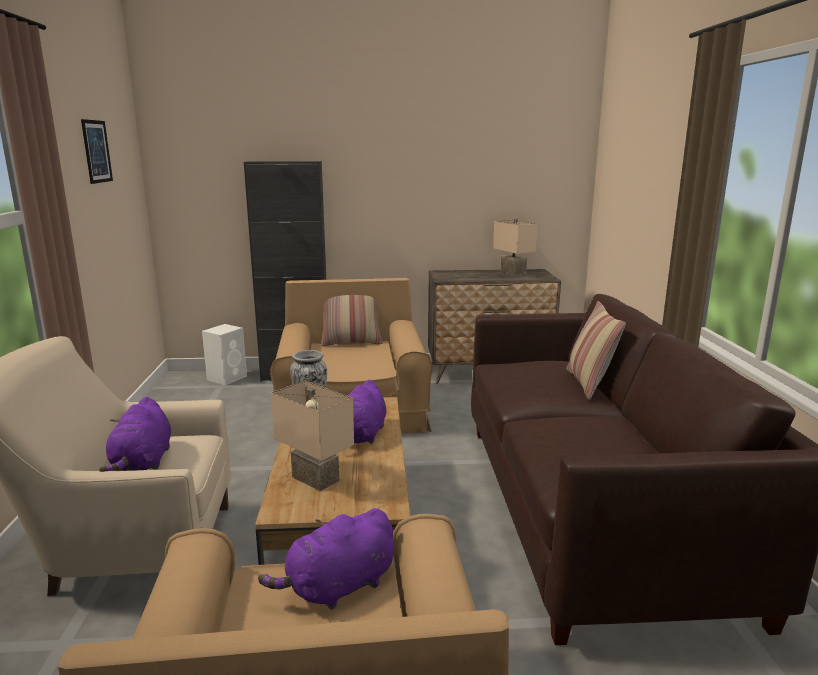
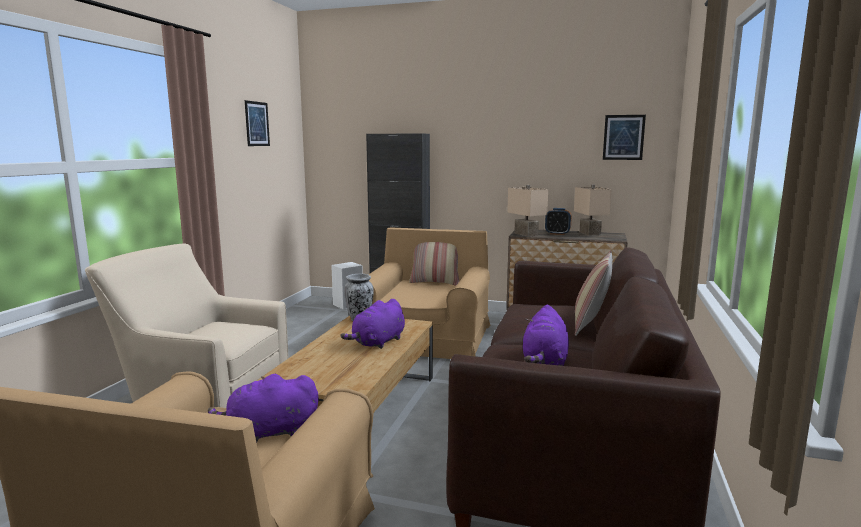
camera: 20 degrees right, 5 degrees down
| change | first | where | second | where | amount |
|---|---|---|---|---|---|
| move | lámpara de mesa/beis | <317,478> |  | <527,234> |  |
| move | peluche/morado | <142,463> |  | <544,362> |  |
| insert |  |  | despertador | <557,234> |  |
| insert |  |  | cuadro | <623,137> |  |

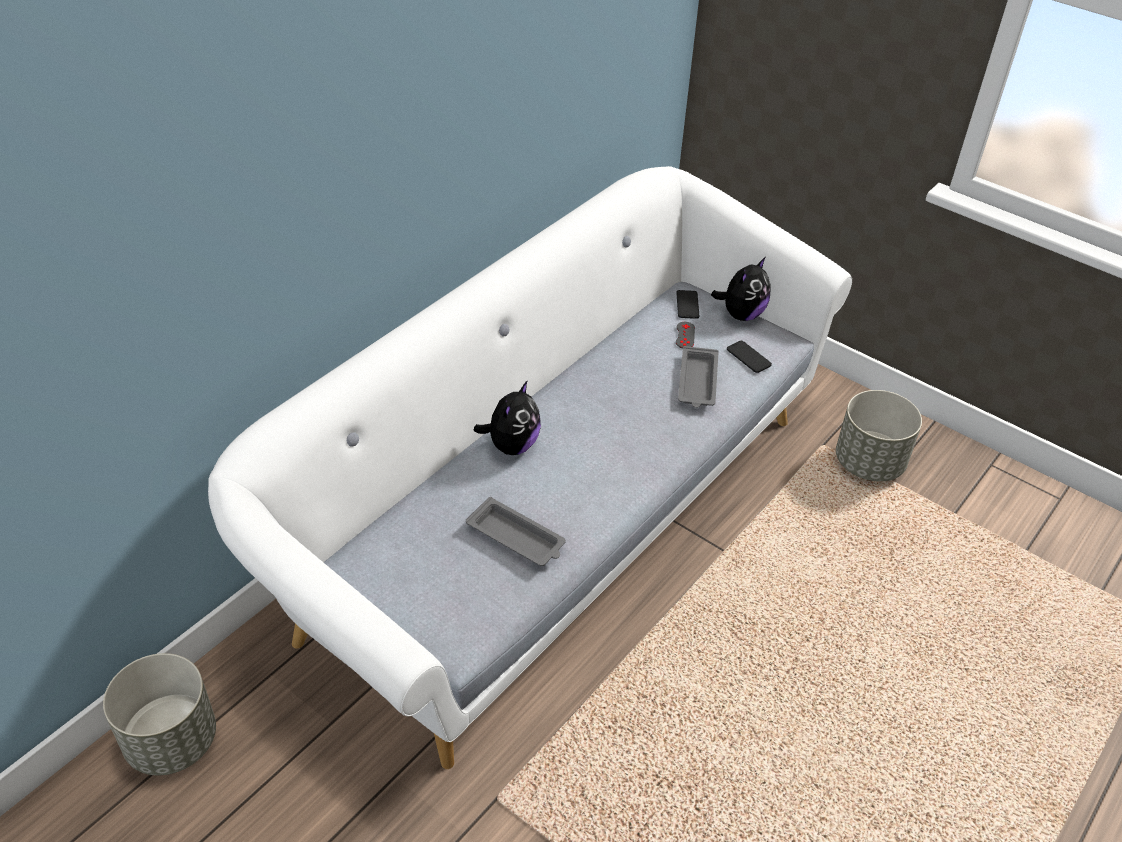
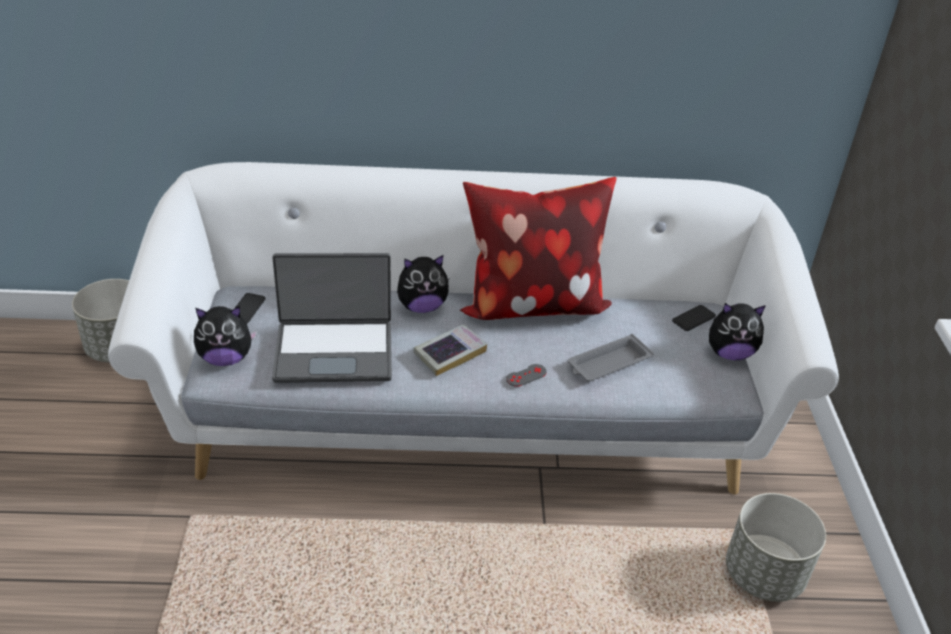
camera: 50 degrees right, 5 degrees down
| change | first | where | second | where | amount |
|---|---|---|---|---|---|
| insert |  |  | peluche | <226,358> |  |
| move | móvil | <748,357> |  | <246,309> |  |
| replace | bandeja/gris | <517,538> | portátil | <334,351> |  |
| insert |  |  | libro | <450,353> |  |
| insert |  |  | cojín | <531,304> |  |
| move | mando de consola/gris | <685,335> |  | <526,375> |  |

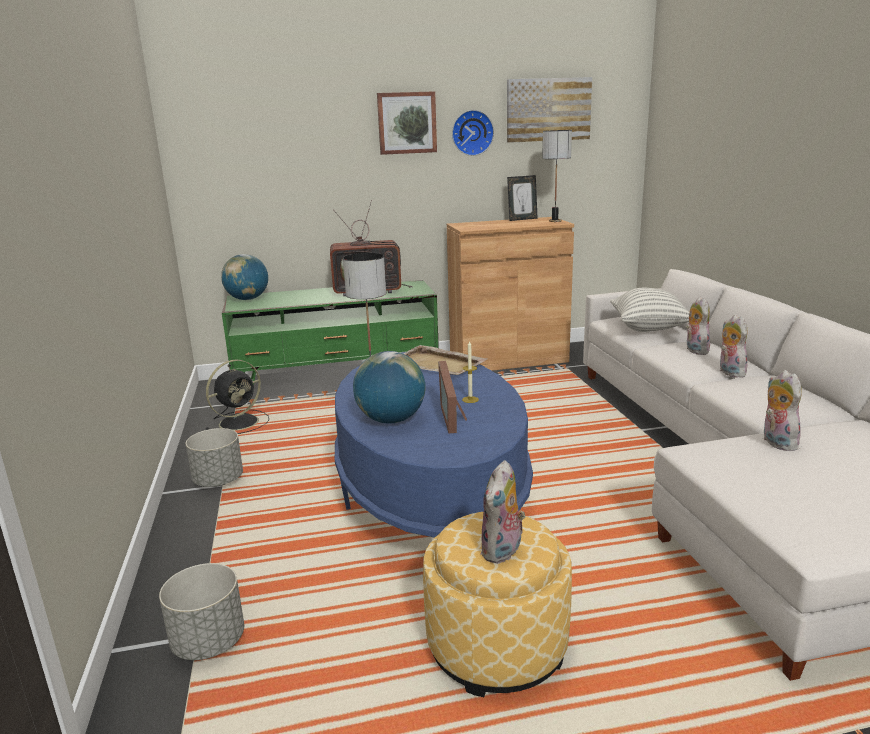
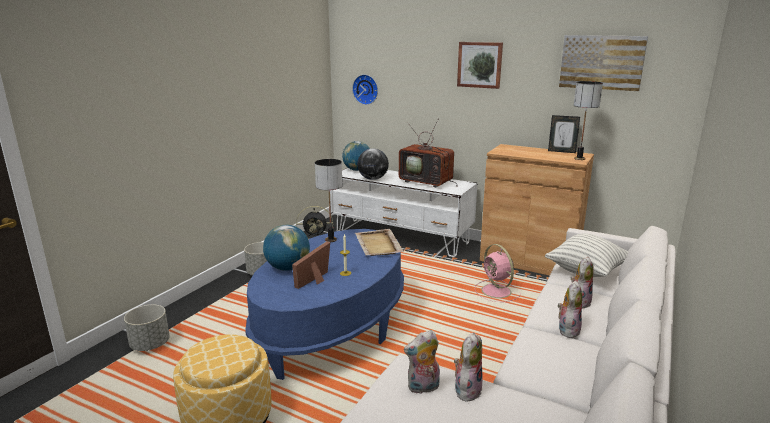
camera: 40 degrees right, 0 degrees up
| change | first | where | second | where | amount |
|---|---|---|---|---|---|
| recolor | mueble de televisión/verde | <338,379> | mueble de televisión/blanco | <401,237> |  |
| move | reloj de pared | <472,133> |  | <366,89> |  |
| insert |  |  | globo terráqueo | <373,179> |  |
| move | peluche | <503,552> |  | <423,388> |  |
| insert |  |  | ventilador/rosa | <497,291> |  |

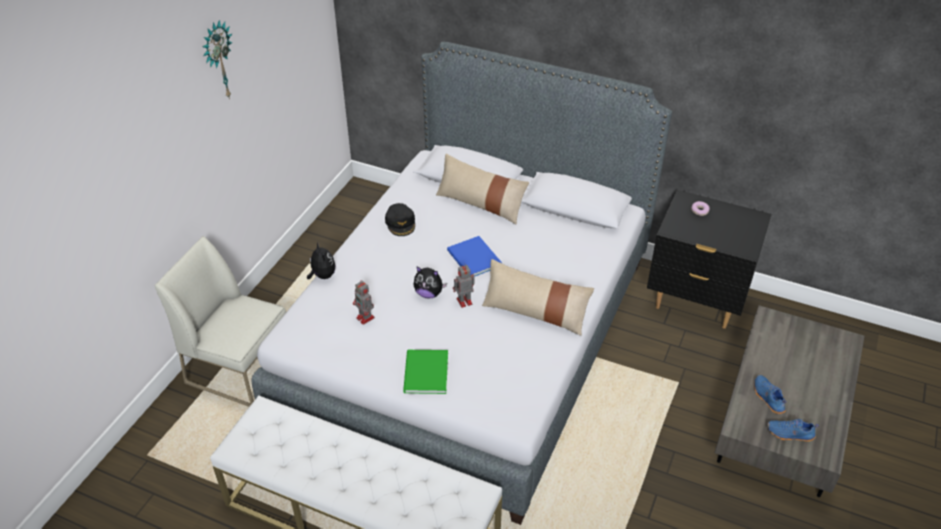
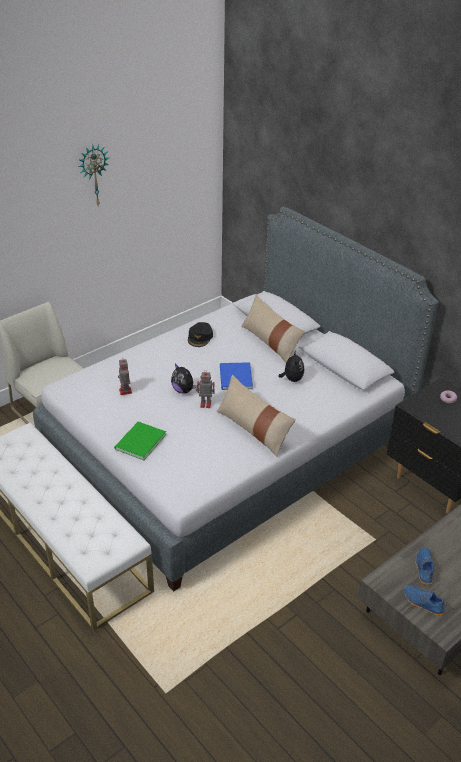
camera: 25 degrees right, 5 degrees down
| change | first | where | second | where | amount |
|---|---|---|---|---|---|
| move | peluche | <322,275> |  | <292,379> |  |

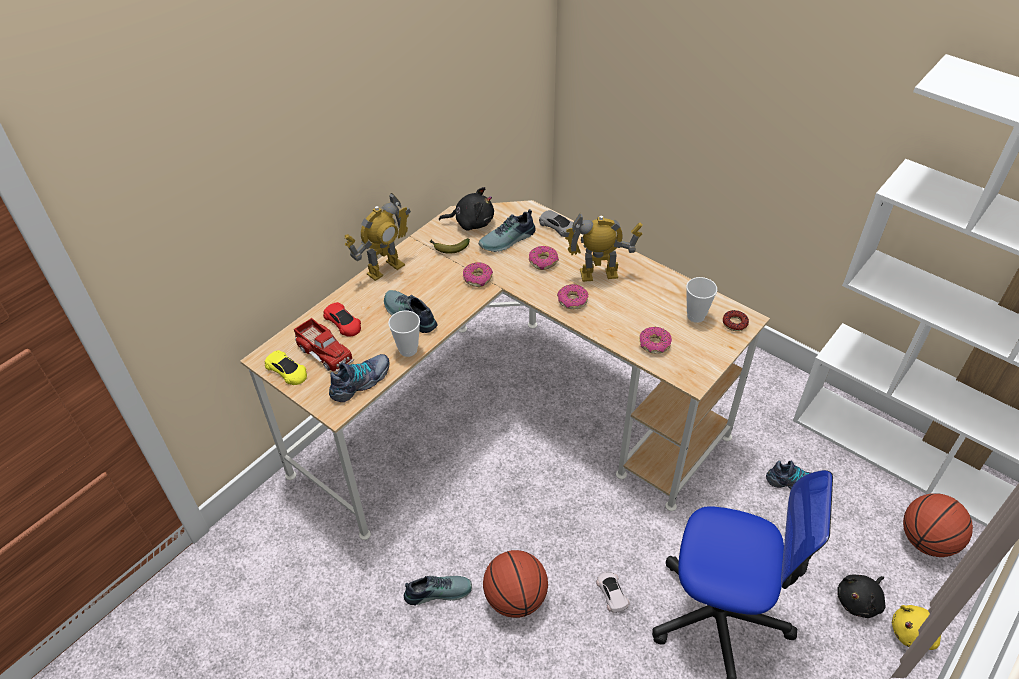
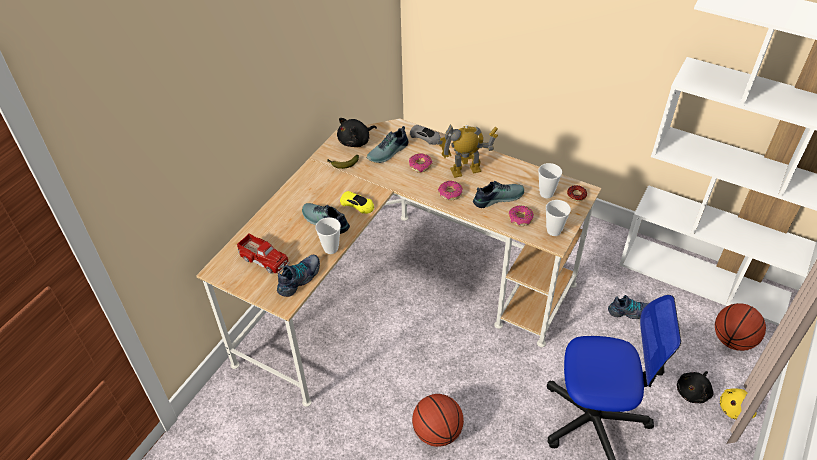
camera: 10 degrees left, 0 degrees up
| change | first | where | second | where | amount |
|---|---|---|---|---|---|
| rotate | peluche/negro | <471,222> |  | <356,141> | 150 degrees clockwise |
| move | coche de juguete/amarillo | <287,371> |  | <357,204> |  |
| move | zapato | <438,591> |  | <497,197> |  |
| insert |  |  | taza | <554,231> |  |
| delete | coche de juguete/rojo | <343,322> |  |  |  |
| delete | robot de juguete | <385,269> |  |  |  |
| delete | rosquilla | <478,278> |  |  |  |
| delete | coche de juguete/blanco | <611,593> |  |  |  |

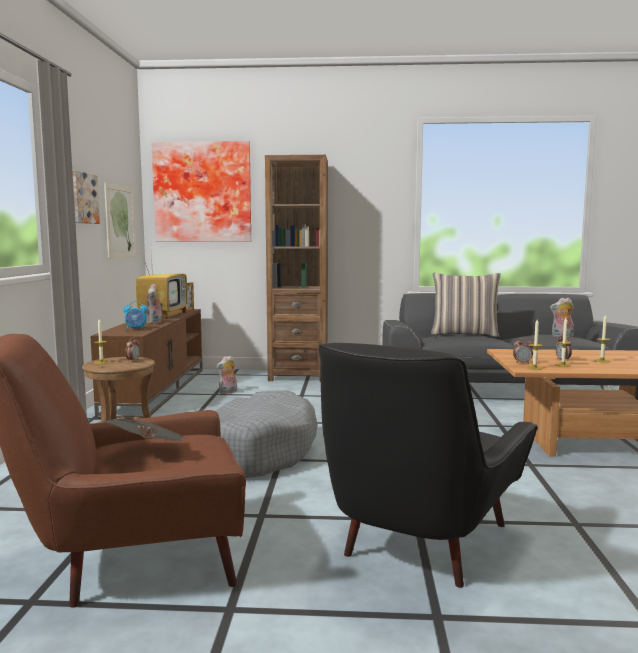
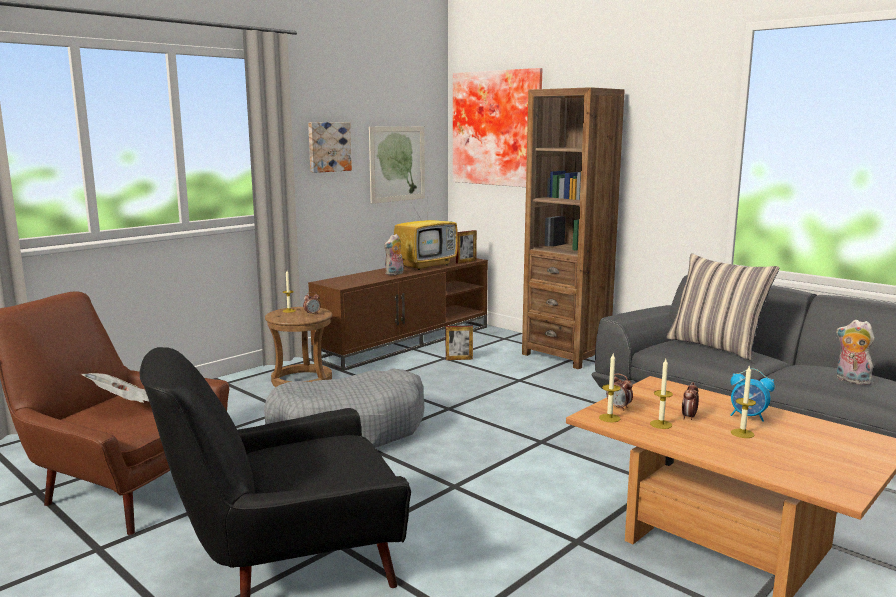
camera: 40 degrees right, 5 degrees up
| change | first | where | second | where | amount |
|---|---|---|---|---|---|
| replace | peluche | <228,392> | portarretratos | <459,359> |  |
| move | despertador | <136,329> |  | <748,416> |  |

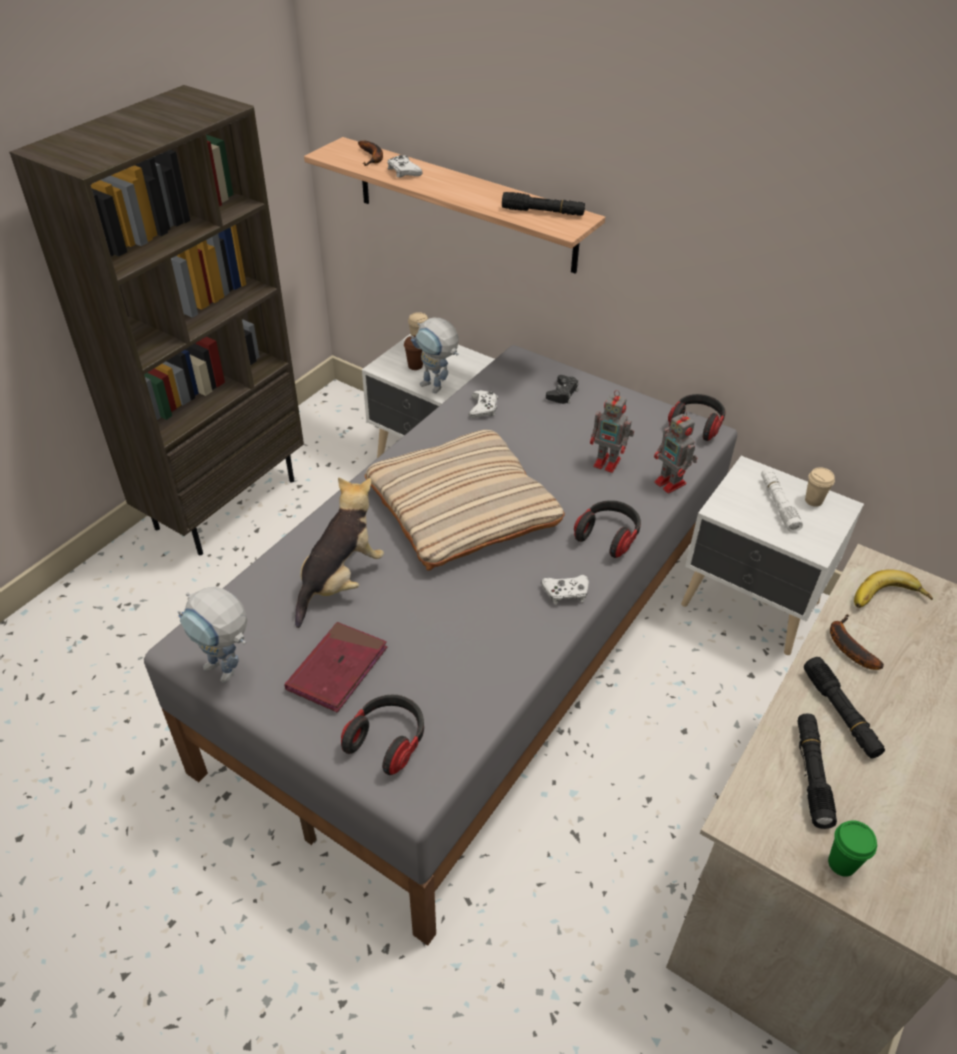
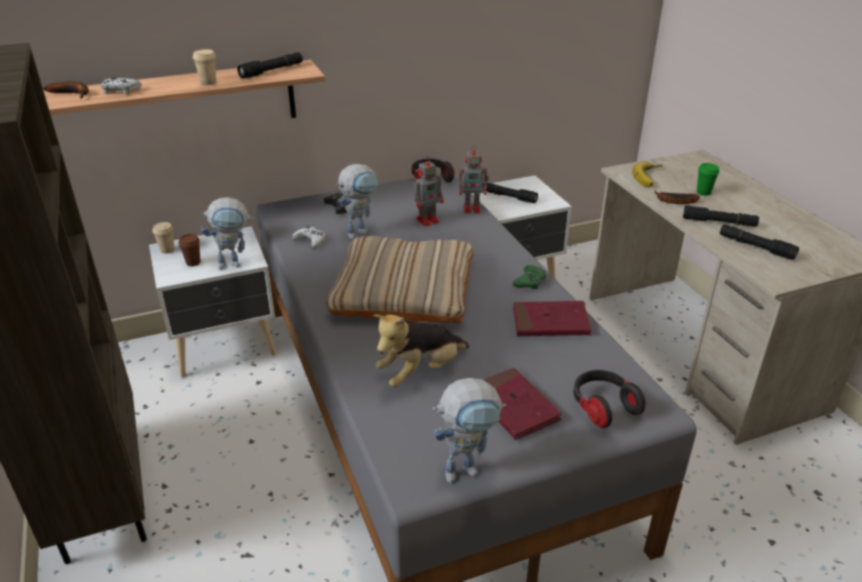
camera: 55 degrees left, 10 degrees down
| change | first | where | second | where | amount |
|---|---|---|---|---|---|
| move | taza/beis | <813,501> |  | <208,83> |  |
| insert |  |  | robot de juguete | <361,231> |  |
| rotate | peluche | <340,580> |  | <421,372> | 105 degrees counterclockwise |
| recolor | linterna/blanco | <778,504> | linterna/negro | <508,197> |  |
| recolor | mando de consola/blanco | <566,593> | mando de consola/verde | <530,281> |  |
| insert |  |  | libro/rojo | <550,322> |  |
| move | taza/verde | <841,863> |  | <703,192> |  |
| delete | auriculares | <608,536> |  |  |  |

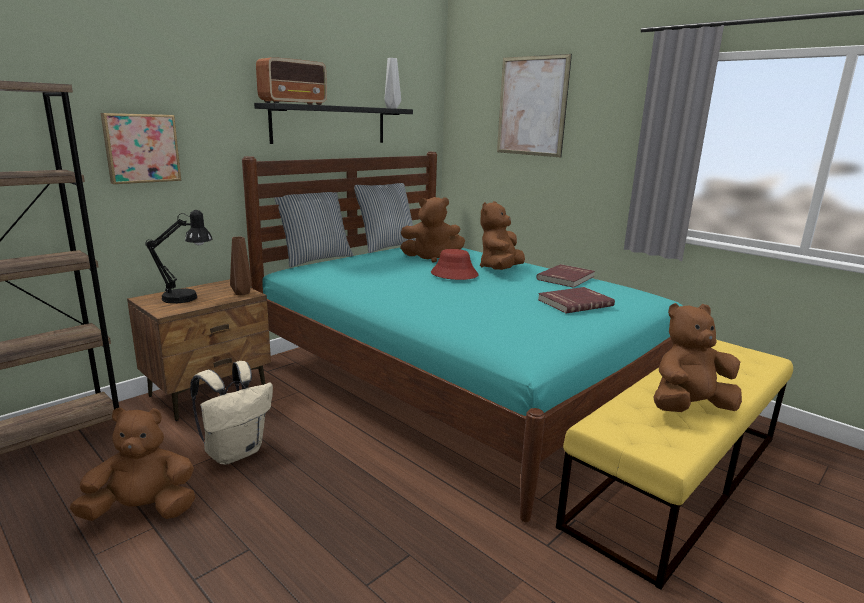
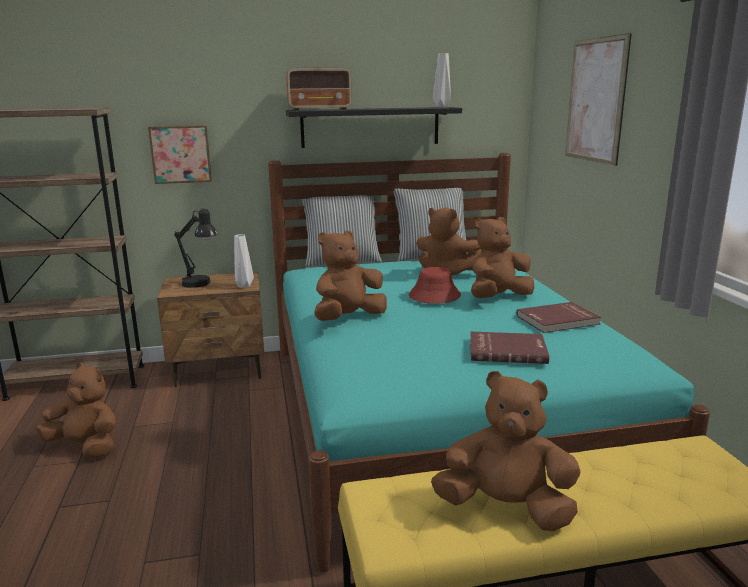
camera: 35 degrees right, 0 degrees up
| change | first | where | second | where | amount |
|---|---|---|---|---|---|
| recolor | florero/marrón | <243,293> | florero/blanco | <245,286> |  |
| insert |  |  | peluche/marrón | <348,318> |  |
| delete | mochila/beis | <235,452> |  |  |  |

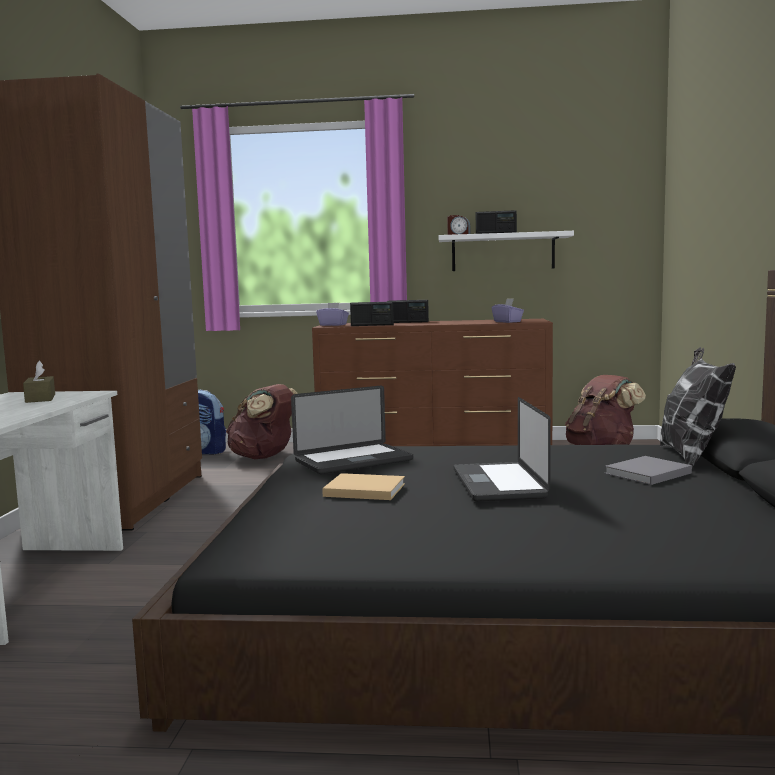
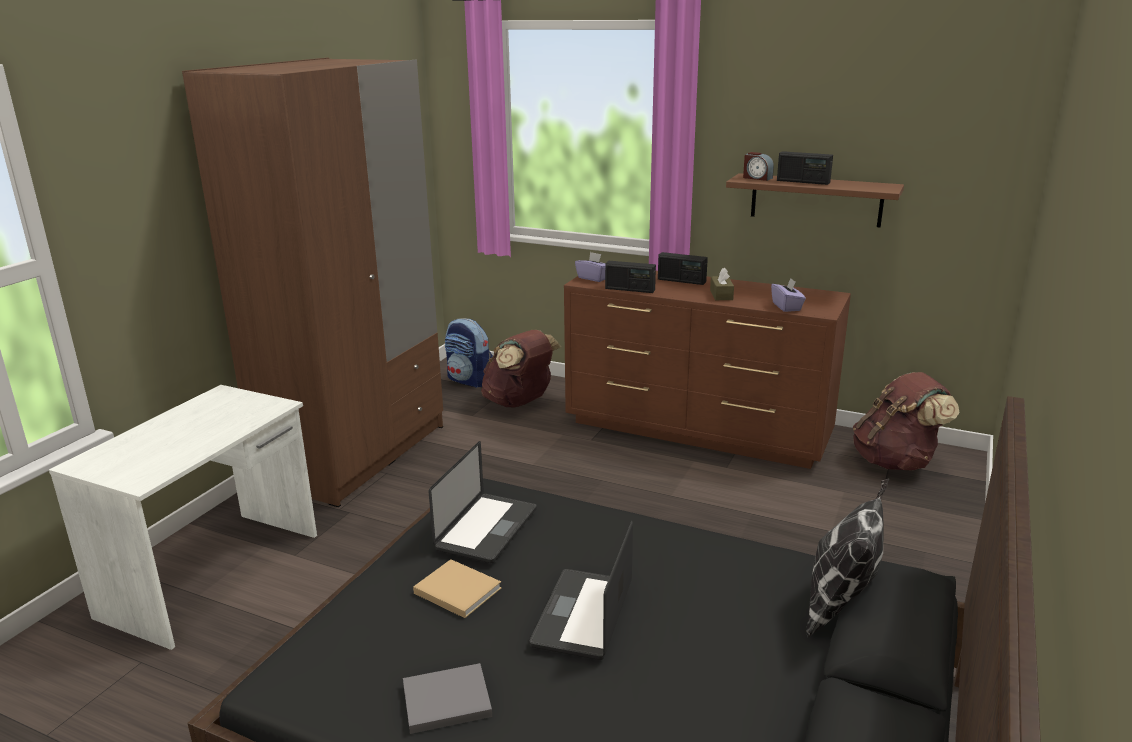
camera: 20 degrees right, 15 degrees up
| change | first | where | second | where | amount |
|---|---|---|---|---|---|
| move | libro/gris | <646,473> |  | <444,701> |  |
| rotate | portátil | <353,461> |  | <487,529> | 60 degrees counterclockwise |
| move | caja de pañuelos/marrón | <40,398> |  | <721,295> |  |
| recolor | estante/blanco | <503,252> | estante/marrón | <816,200> |  |

